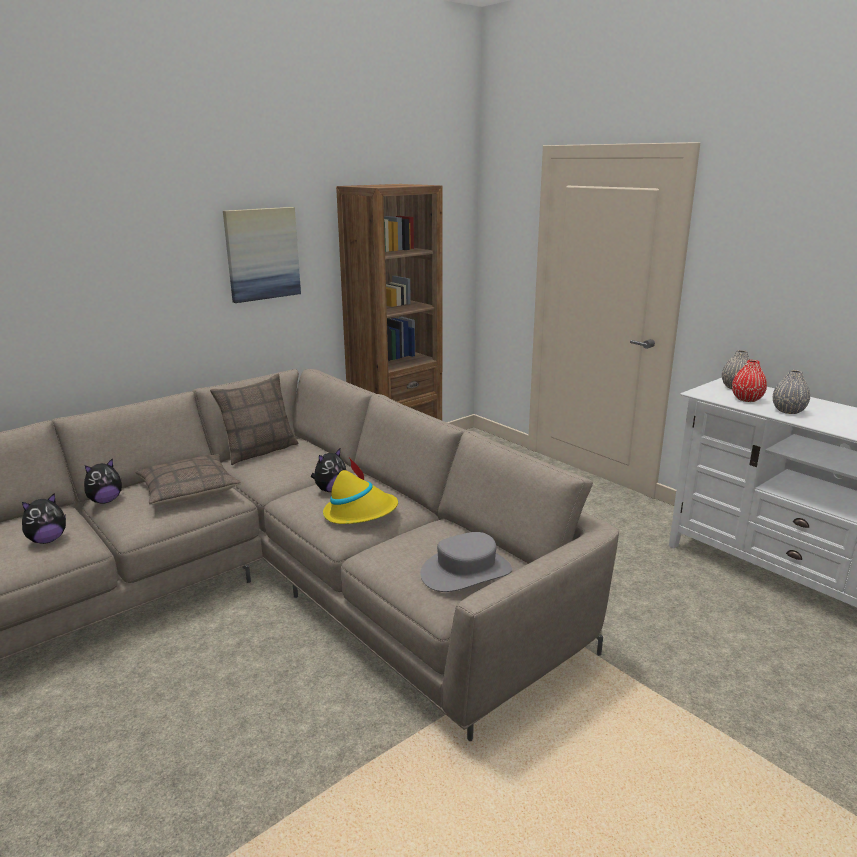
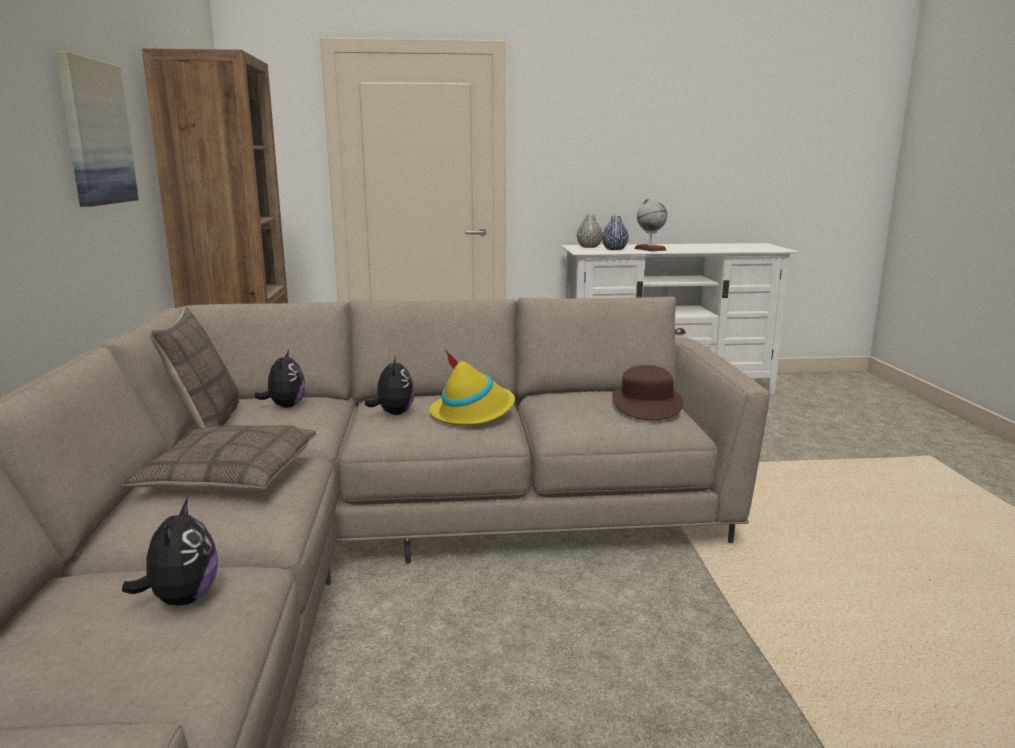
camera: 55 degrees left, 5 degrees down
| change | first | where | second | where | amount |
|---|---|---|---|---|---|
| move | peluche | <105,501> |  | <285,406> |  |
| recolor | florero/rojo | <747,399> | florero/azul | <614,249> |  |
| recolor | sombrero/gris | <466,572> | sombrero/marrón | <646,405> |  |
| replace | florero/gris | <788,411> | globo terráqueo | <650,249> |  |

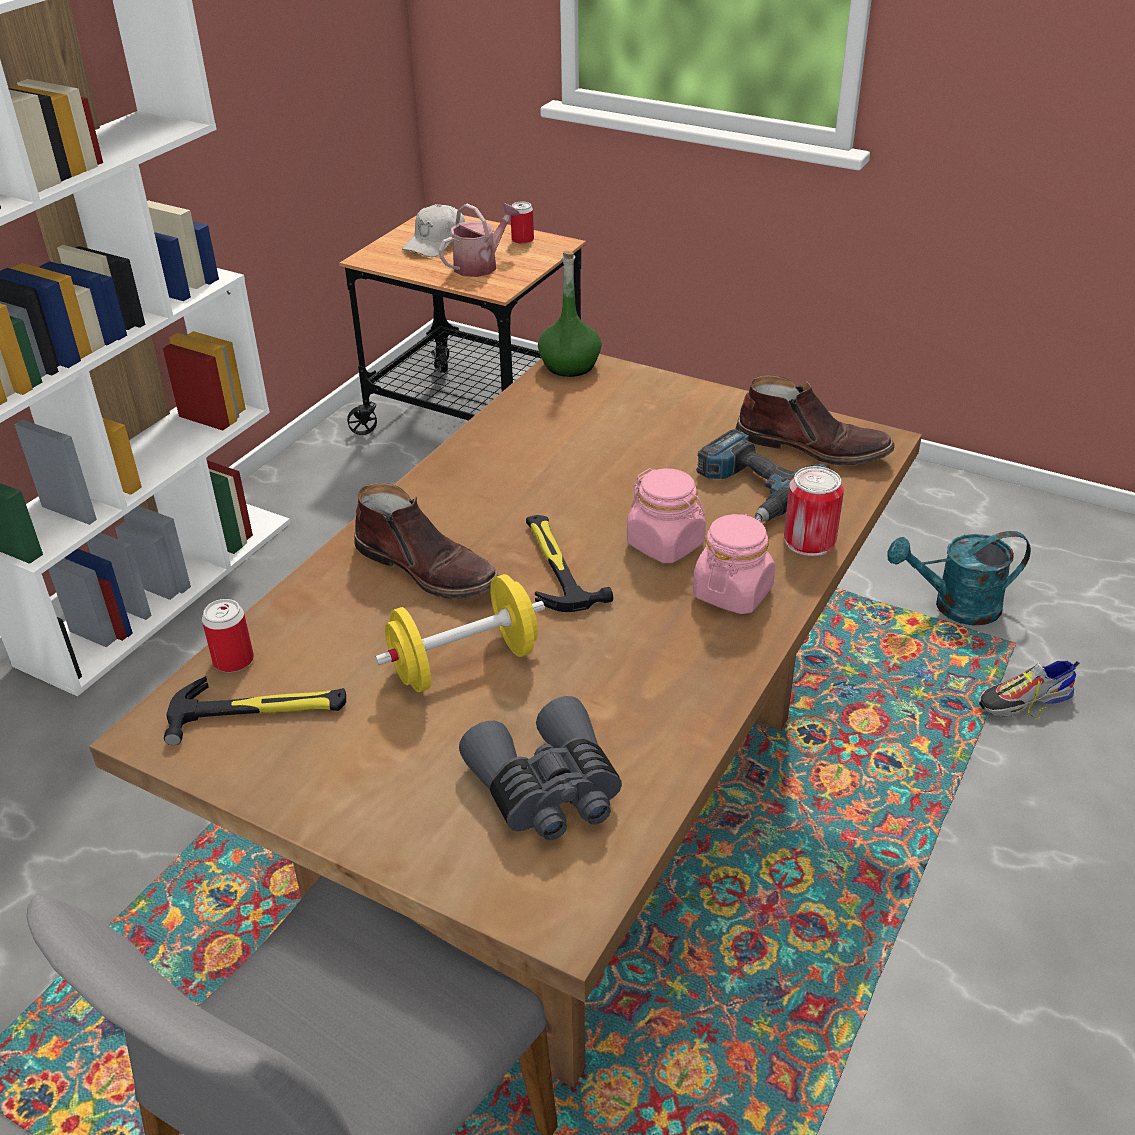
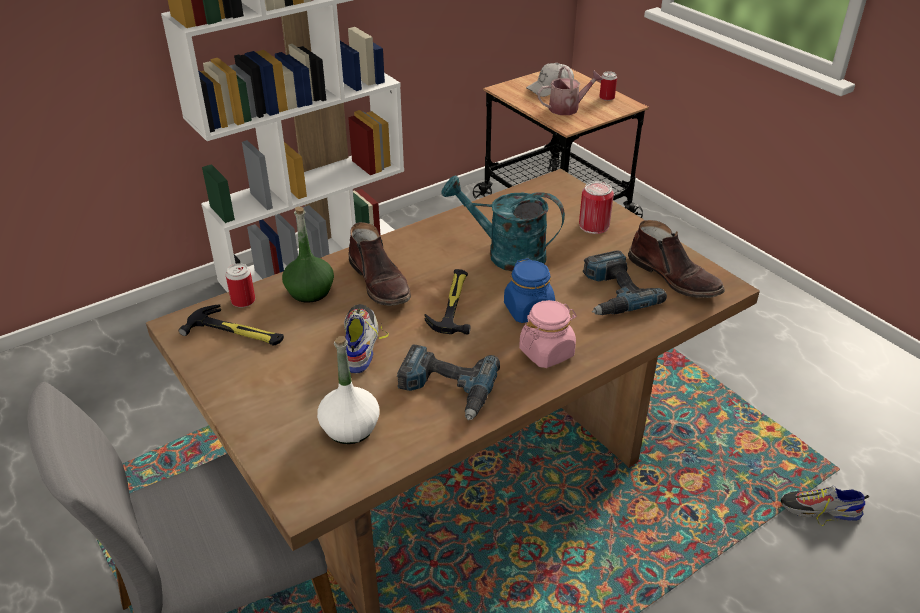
camera: 25 degrees right, 0 degrees up
| change | first | where | second | where | amount |
|---|---|---|---|---|---|
| move | botella/verde | <570,365> |  | <310,291> |  |
| replace | prismáticos/gris | <547,790> | botella/blanco | <350,428> |  |
| replace | mancuerna/amarillo | <464,663> | zapato | <359,342> |  |
| insert |  |  | taladro | <446,389> |  |
| move | regadera/turquesa | <955,606> |  | <506,254> |  |
| recolor | tarro/rosa | <666,544> | tarro/azul | <529,310> |  |
| move | lata | <809,541> |  | <594,225> |  |

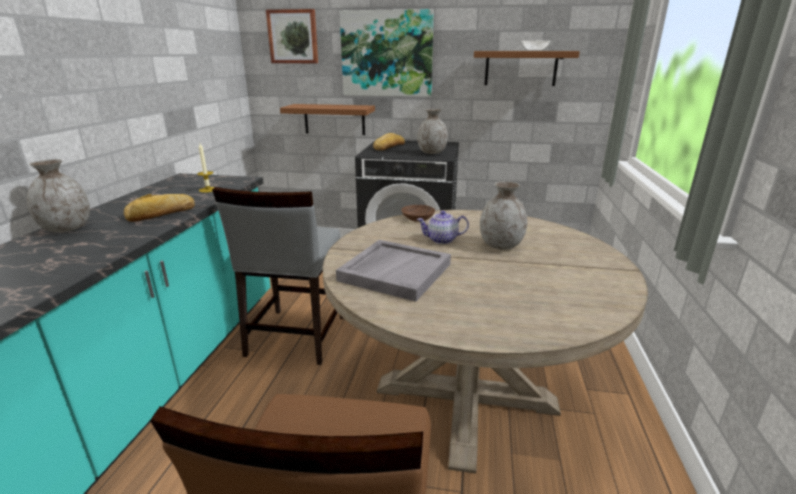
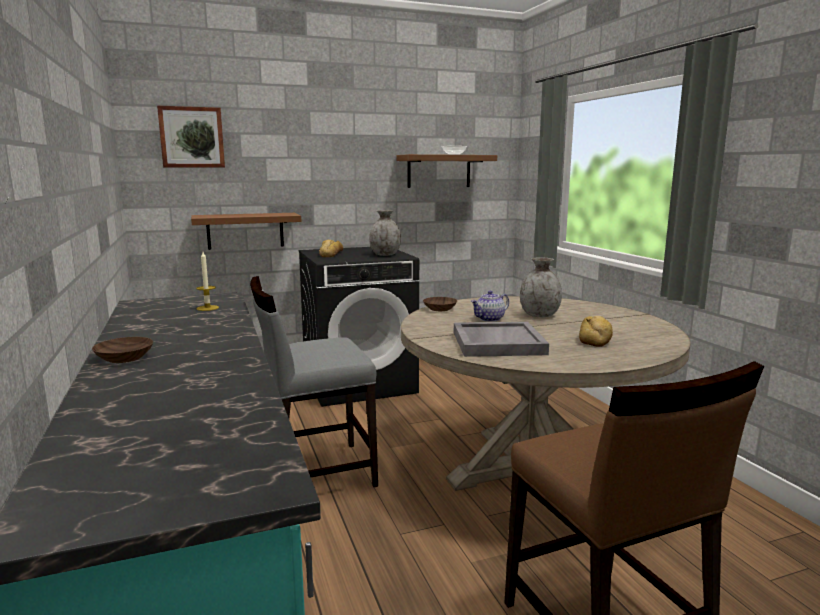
camera: 30 degrees left, 10 degrees down
| change | first | where | second | where | amount |
|---|---|---|---|---|---|
| replace | florero/gris | <67,228> | cuenco/marrón | <126,358> |  |
| rotate | silla/gris | <295,336> |  | <316,472> | 90 degrees clockwise |
| move | pan | <162,213> |  | <595,337> |  |
| delete | cuadro | <387,54> |  |  |  |

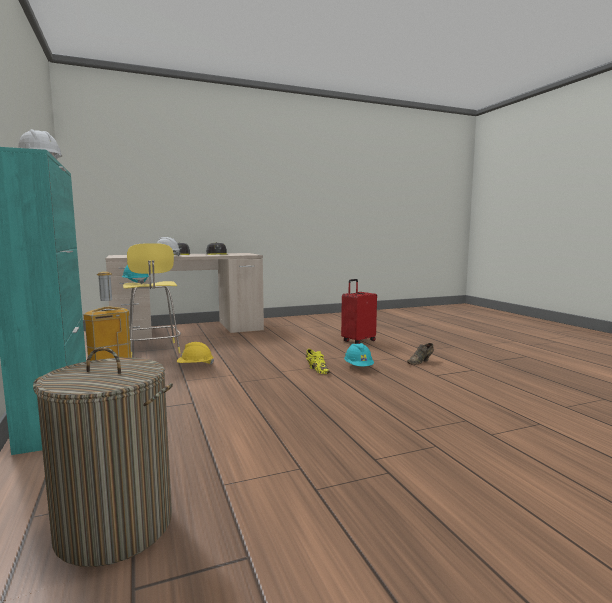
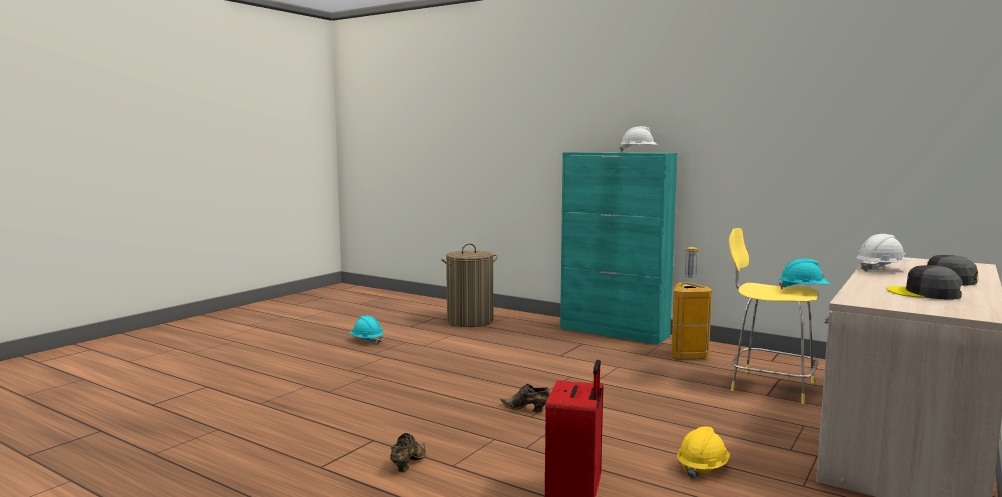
camera: 145 degrees right, 0 degrees up
| change | first | where | second | where | amount |
|---|---|---|---|---|---|
| move | casco/turquesa | <358,367> |  | <366,341> |  |
| recolor | zapato/amarillo | <317,370> | zapato/marrón | <527,409> |  |
| move | casco/amarillo | <195,366> |  | <702,468> |  |

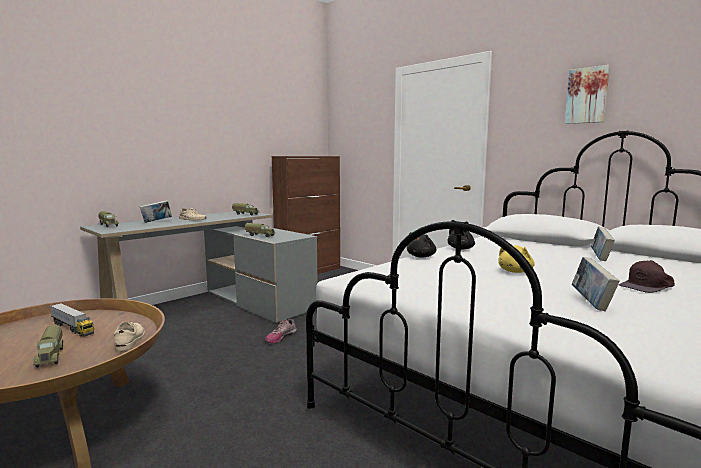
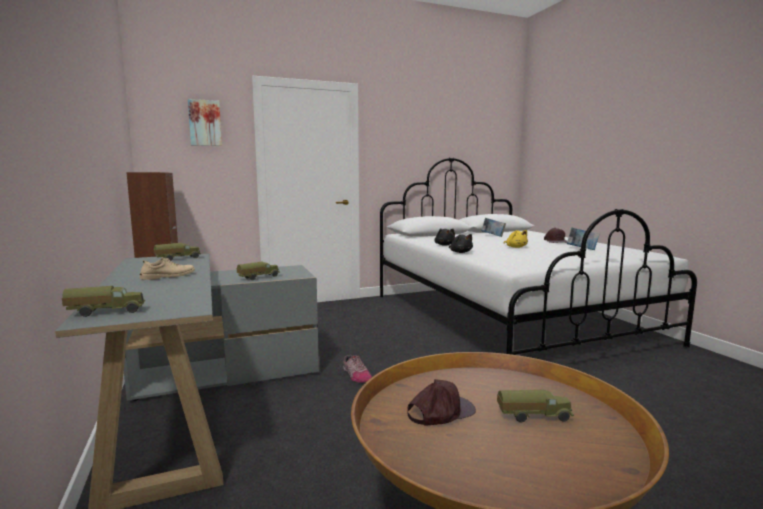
camera: 65 degrees left, 0 degrees up
| change | first | where | second | where | amount |
|---|---|---|---|---|---|
| move | cuadro | <587,95> |  | <205,123> |  |
| replace | camión de juguete | <72,328> | gorra/marrón | <440,411> |  |
| delete | zapato/beis | <130,340> |  |  |  |
| delete | libro | <156,222> |  |  |  |

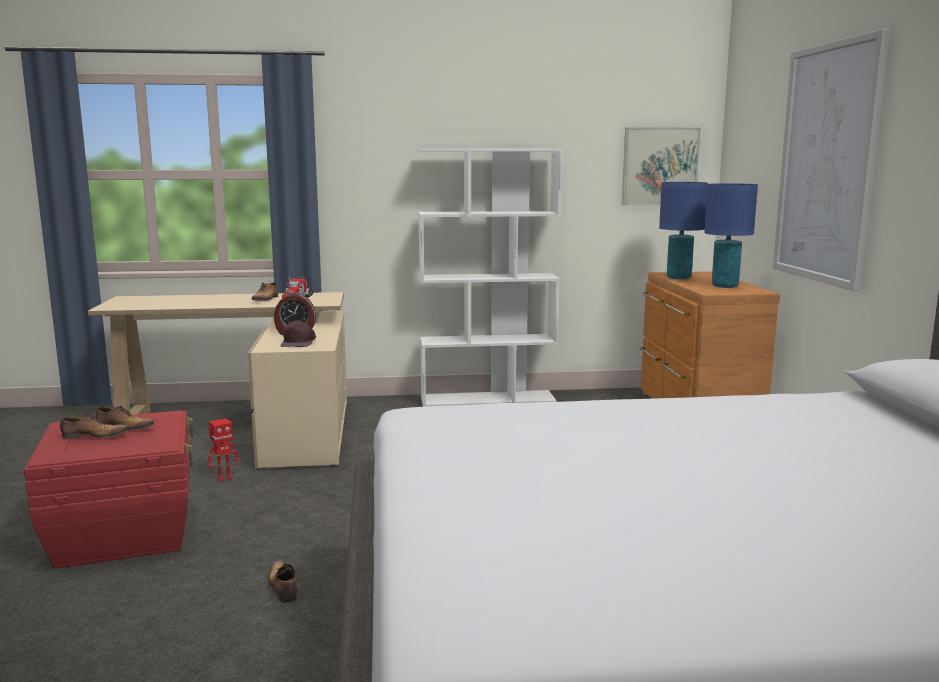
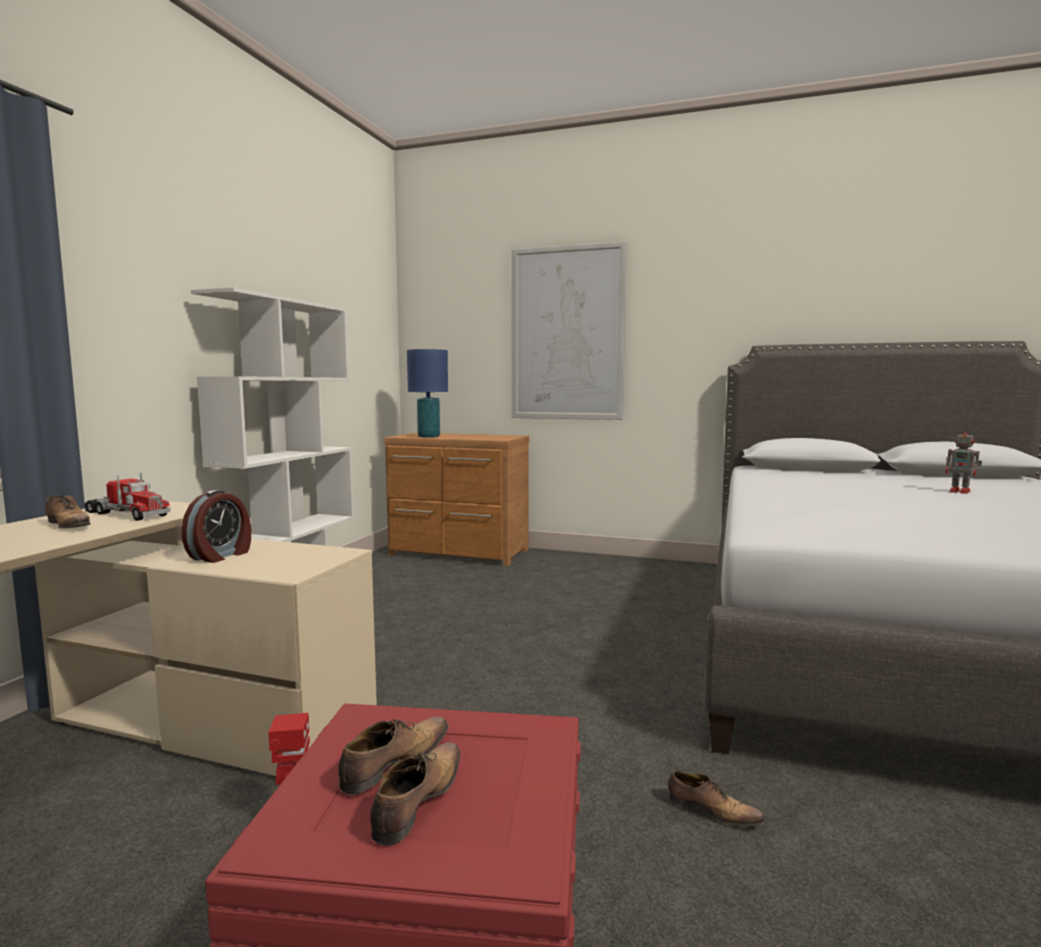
camera: 65 degrees left, 5 degrees down
| change | first | where | second | where | amount |
|---|---|---|---|---|---|
| rotate | zapato | <283,587> |  | <712,811> | 150 degrees counterclockwise |
| insert |  |  | robot de juguete | <961,491> |  |
| delete | gorra/marrón | <299,342> |  |  |  |
| delete | cuadro | <660,166> |  |  |  |
| delete | lámpara de mesa/azul | <724,286> |  |  |  |

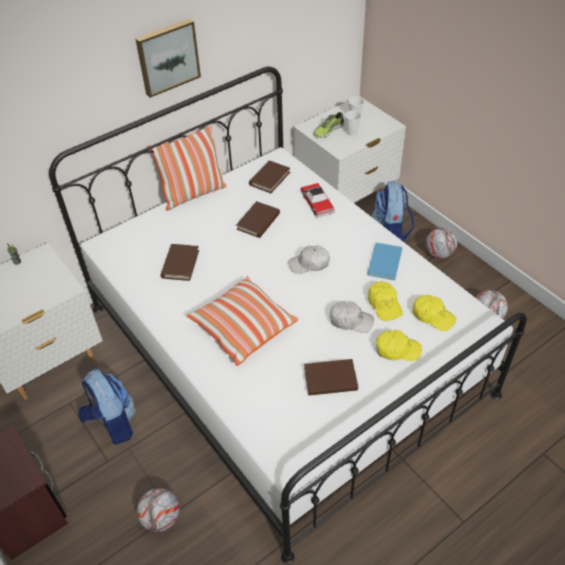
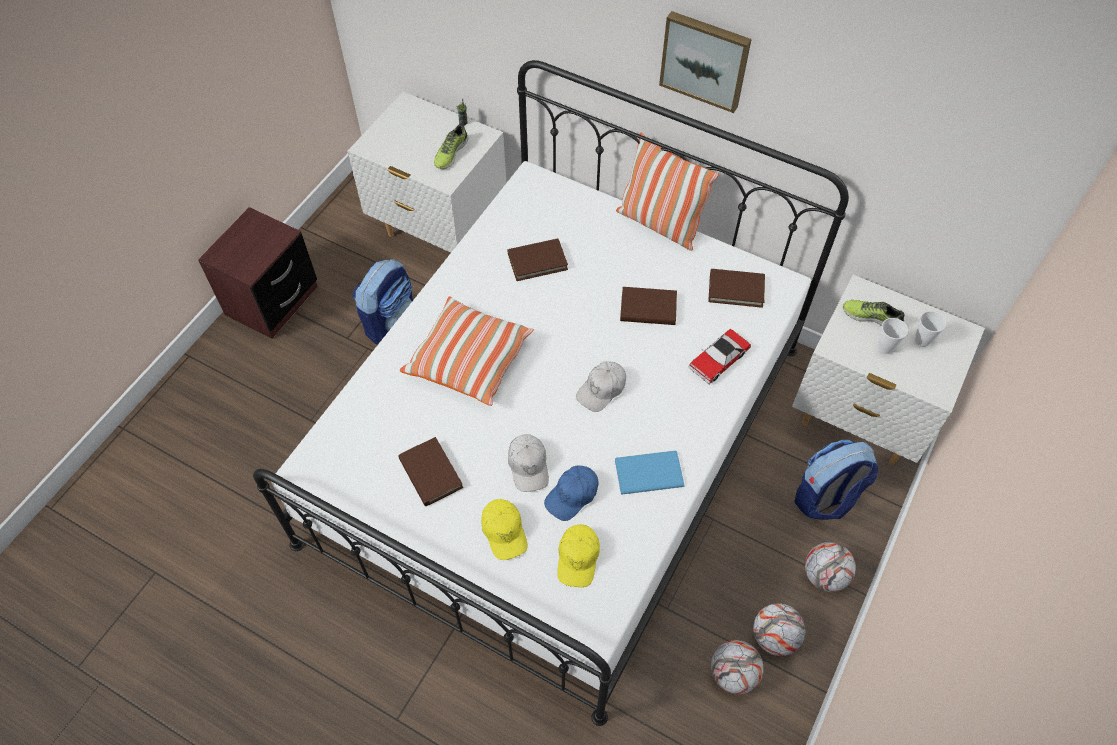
camera: 65 degrees right, 10 degrees up
| change | first | where | second | where | amount |
|---|---|---|---|---|---|
| insert |  |  | zapato | <450,153> |  |
| recolor | gorra/amarillo | <384,304> | gorra/azul | <572,495> |  |
| rotate | gorra/blanco | <309,264> |  | <602,389> | 105 degrees counterclockwise |
| move | balón de fútbol | <161,518> |  | <774,637> |  |

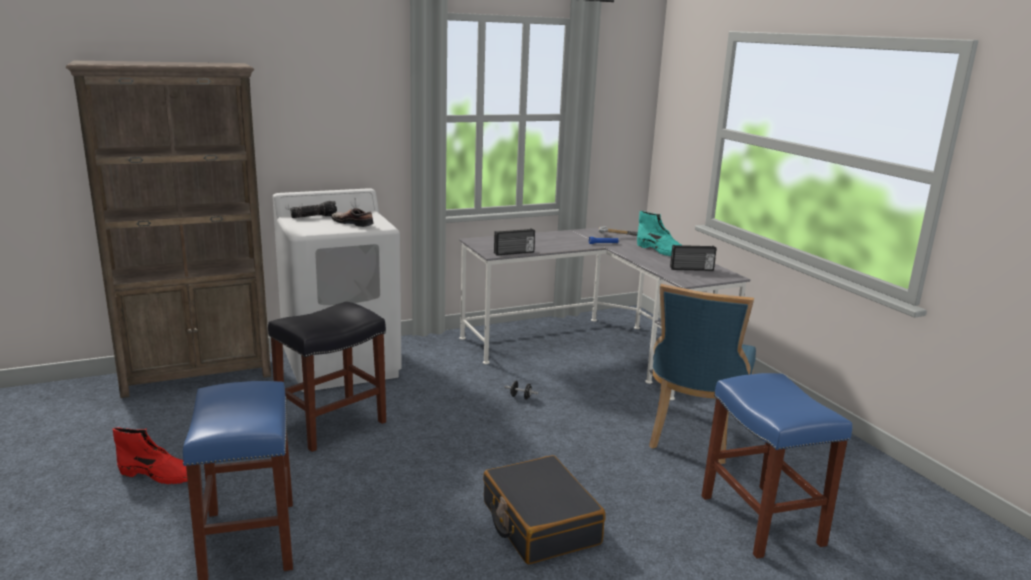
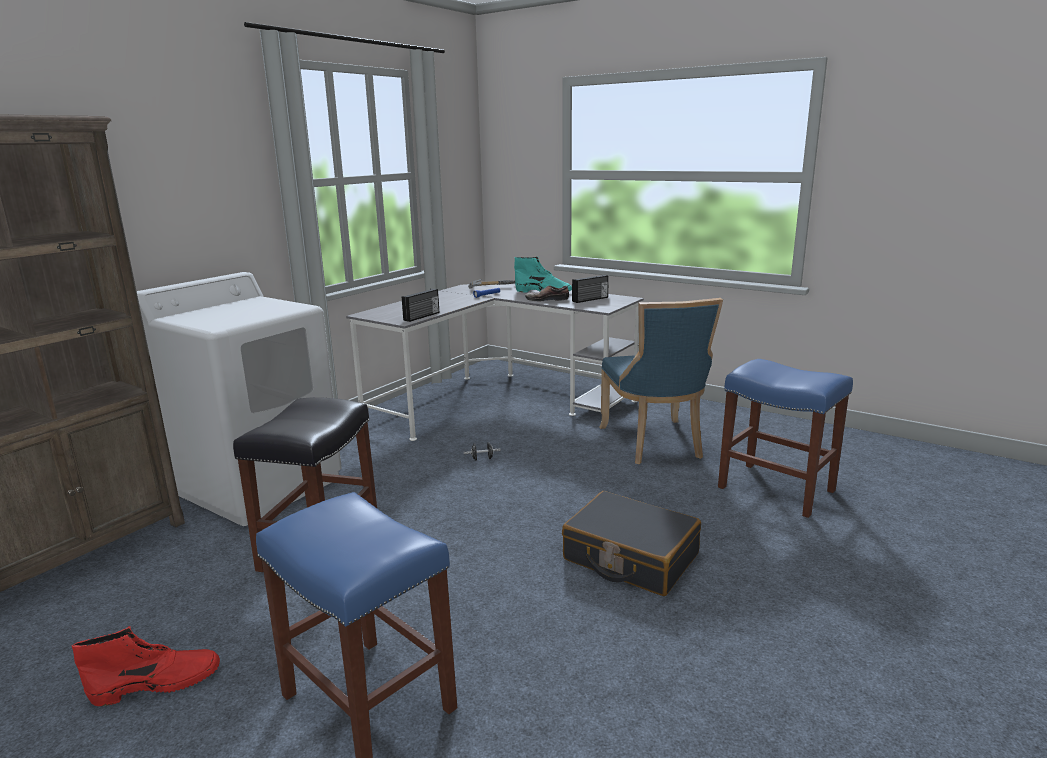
camera: 30 degrees left, 0 degrees up
| change | first | where | second | where | amount |
|---|---|---|---|---|---|
| move | zapato | <353,223> |  | <547,299> |  |
| delete | linterna | <314,216> |  |  |  |

